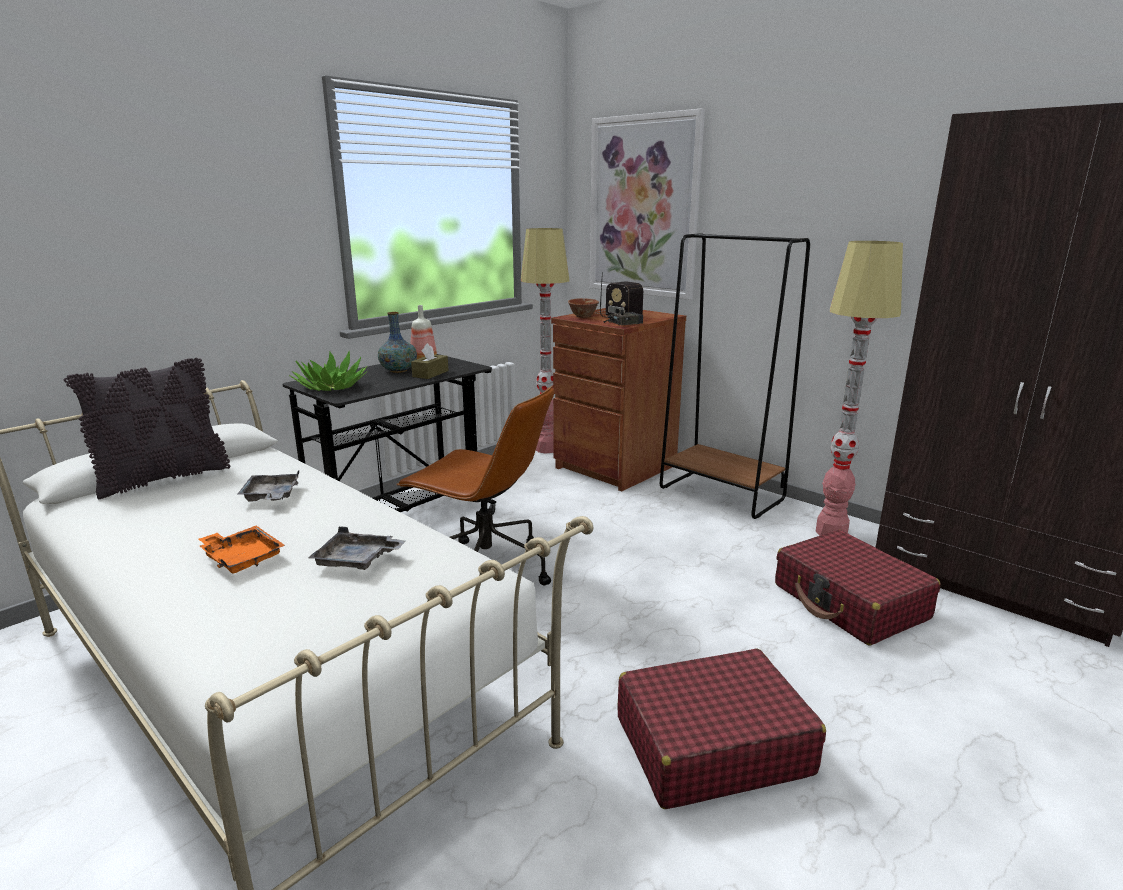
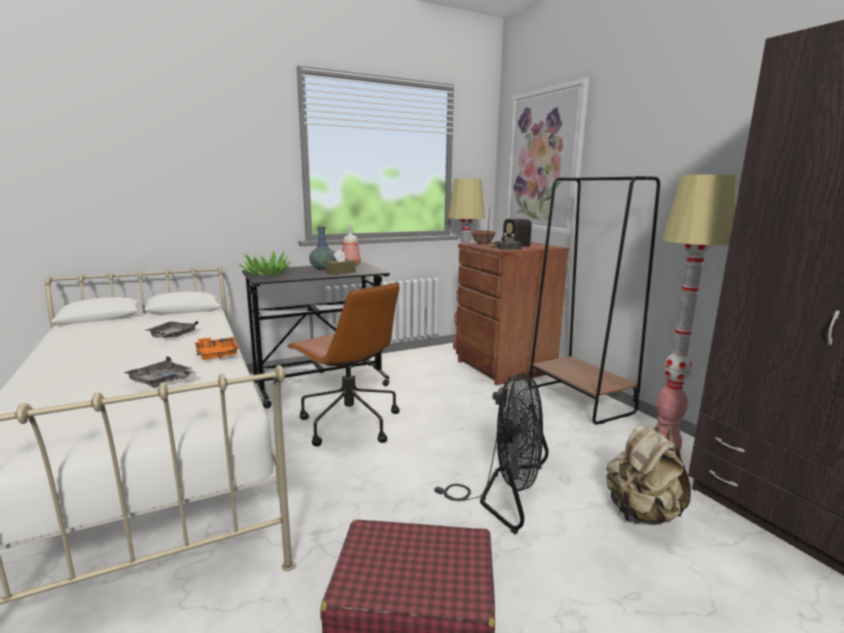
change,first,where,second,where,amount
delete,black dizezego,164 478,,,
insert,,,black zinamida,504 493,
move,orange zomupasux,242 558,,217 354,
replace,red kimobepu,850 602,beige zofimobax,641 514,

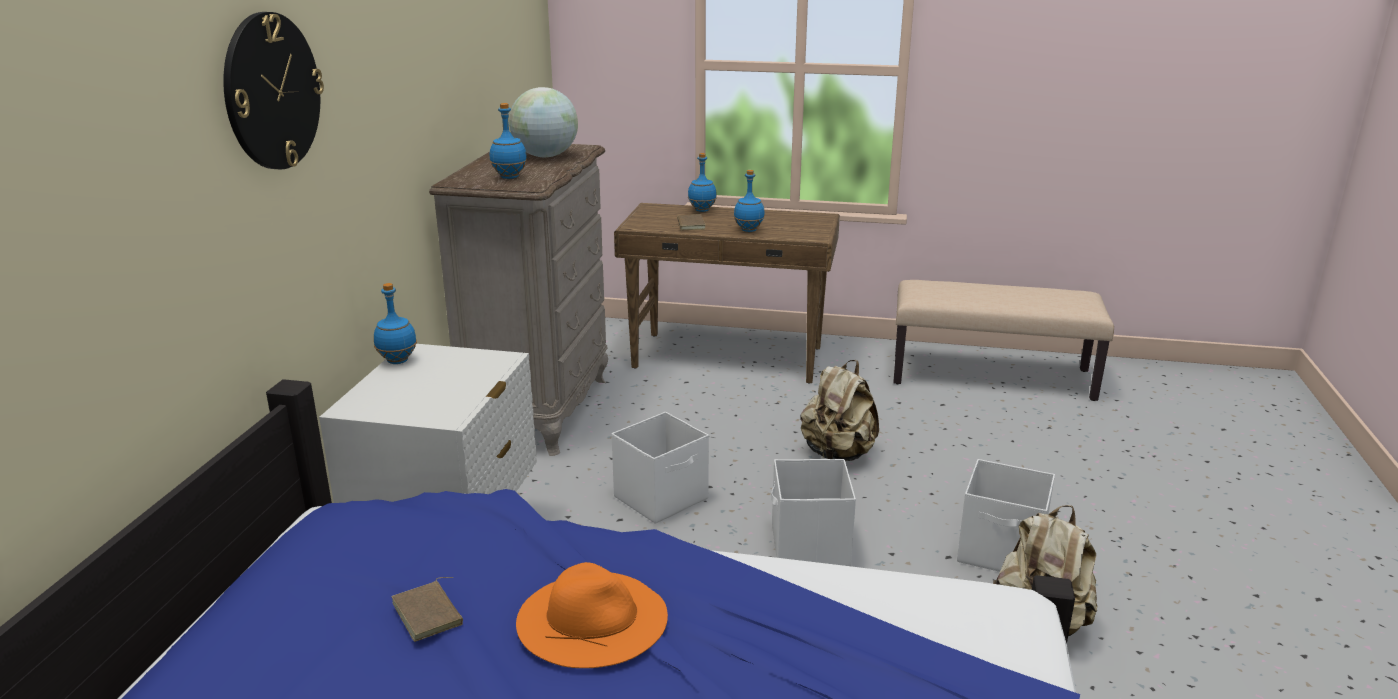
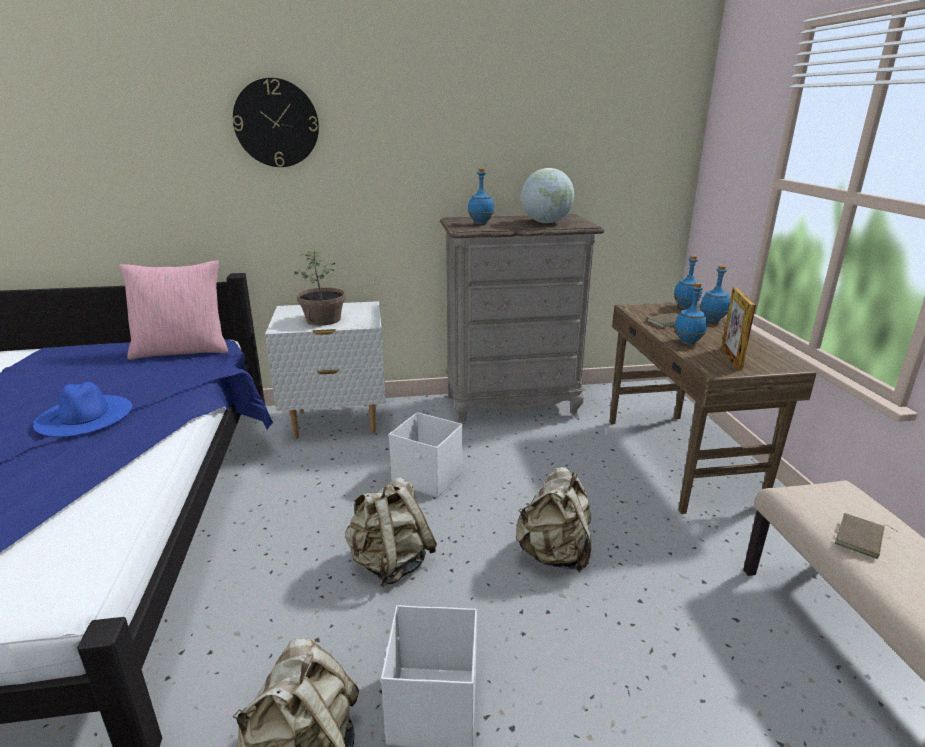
change,first,where,second,where,amount
insert,,,pink dizezego,182 350,
insert,,,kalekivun,324 320,
insert,,,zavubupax,731 358,
move,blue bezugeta,398 361,,685 307,
move,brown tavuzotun,430 613,,861 539,
replace,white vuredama,809 547,beige zofimobax,390 563,
recolor,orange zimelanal,592 618,blue zimelanal,84 415,

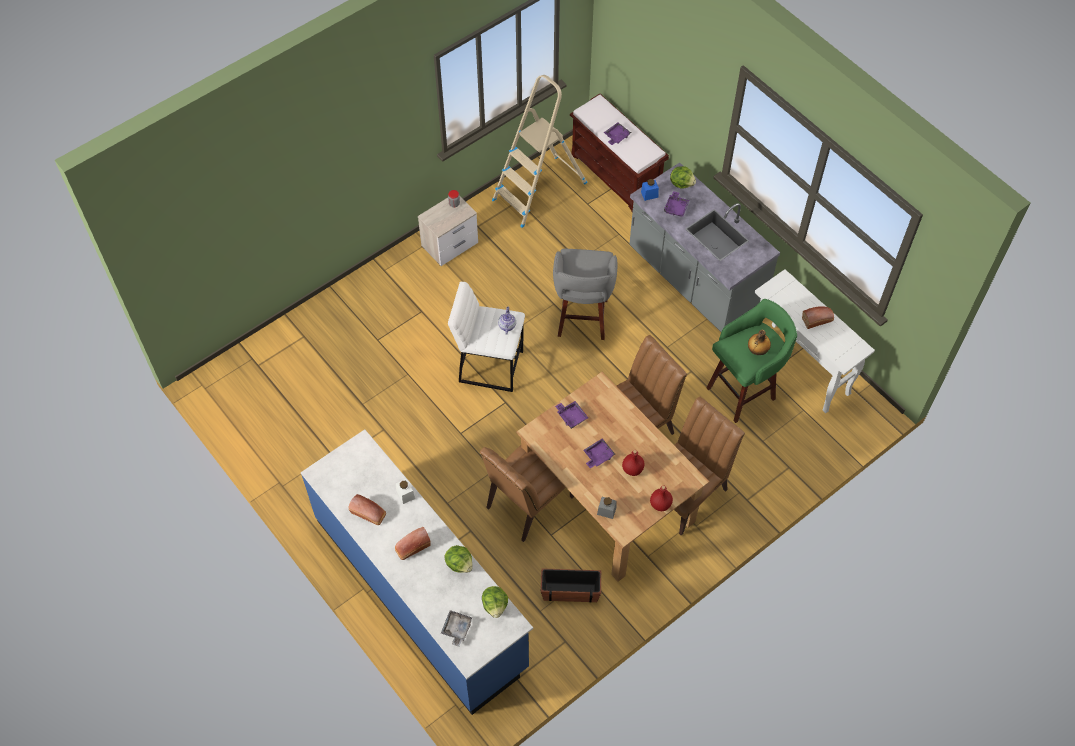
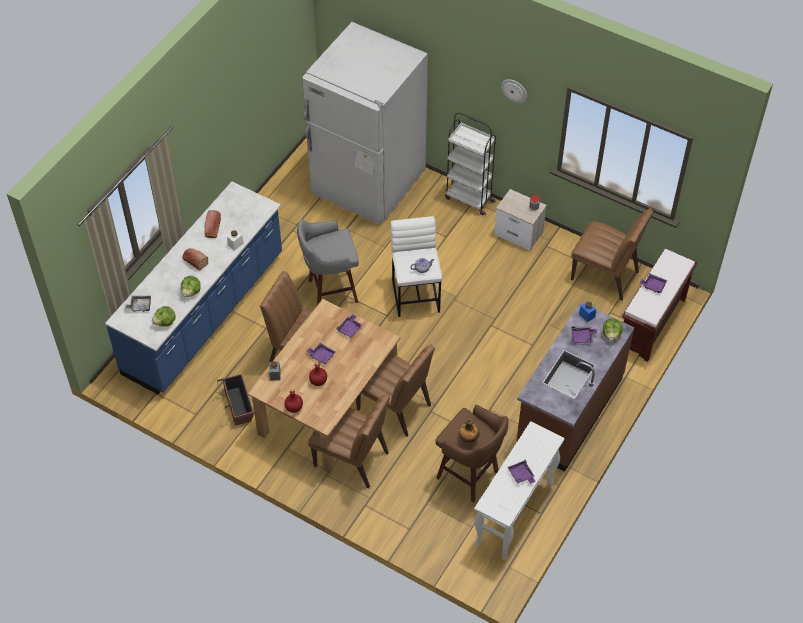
change,first,where,second,where,amount
insert,,,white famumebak,368 182,
insert,,,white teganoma,469 200,
insert,,,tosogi,514 90,
move,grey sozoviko,582 320,,330 292,
replace,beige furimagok,539 191,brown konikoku,604 275,
replace,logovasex,818 320,purple zomupasux,521 475,
recolor,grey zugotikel,694 281,brown zugotikel,568 411,
recolor,green sozoviko,743 392,brown sozoviko,469 477,

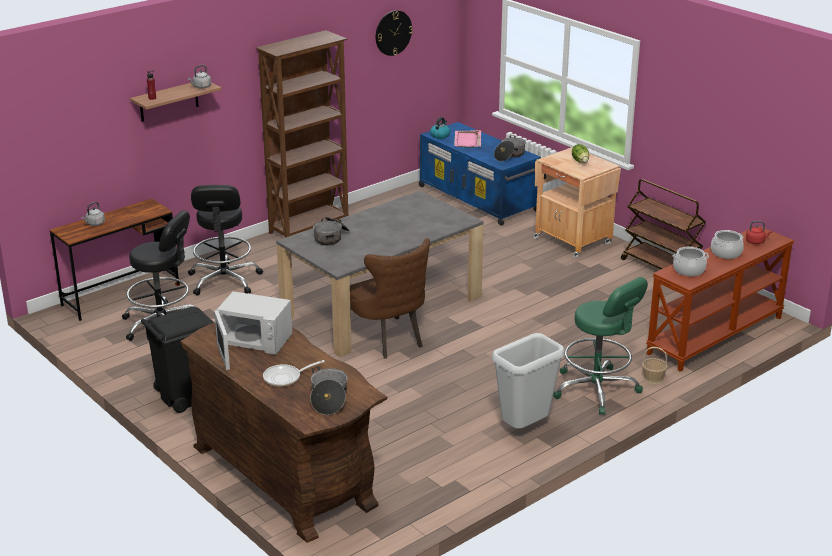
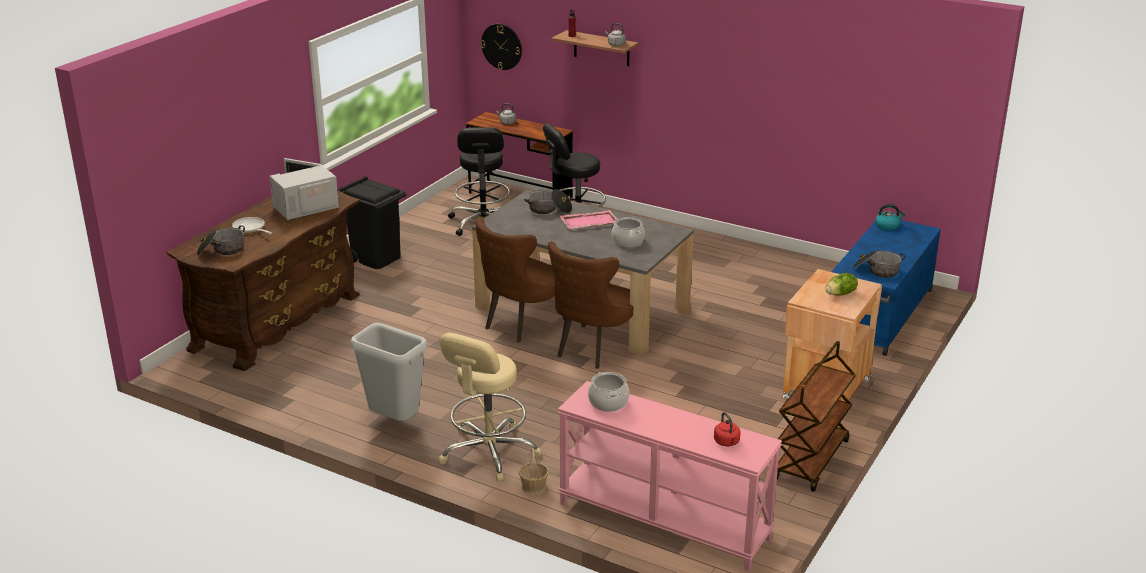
change,first,where,second,where,amount
delete,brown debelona,310 227,,,
insert,,,brown konikoku,592 348,
move,tosogi,393 32,,501 46,
move,pink zomupasux,467 140,,589 222,
move,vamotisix,726 253,,627 241,
recolor,green sozoviko,596 390,beige sozoviko,488 453,
recolor,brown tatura,716 336,pink tatura,662 521,
rotate,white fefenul,252 341,,306 206,60 degrees clockwise

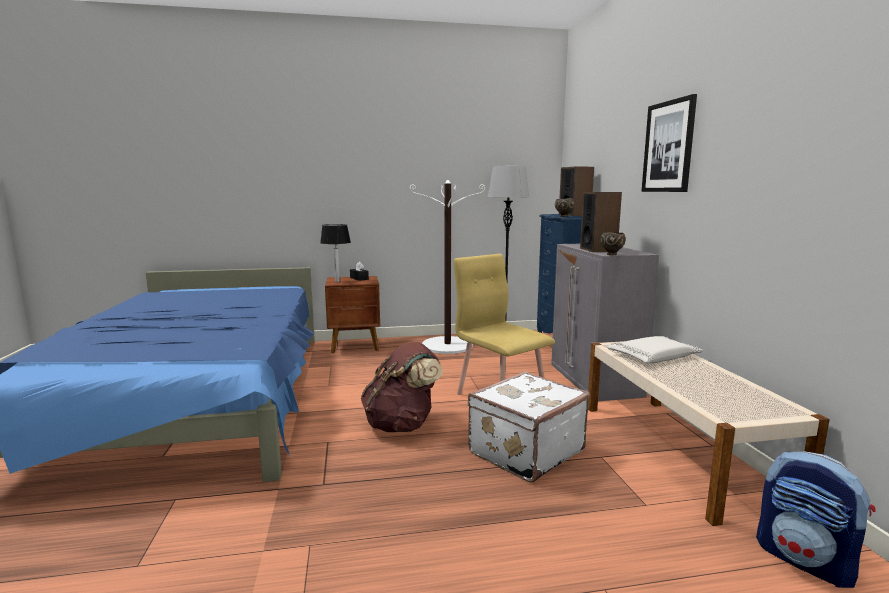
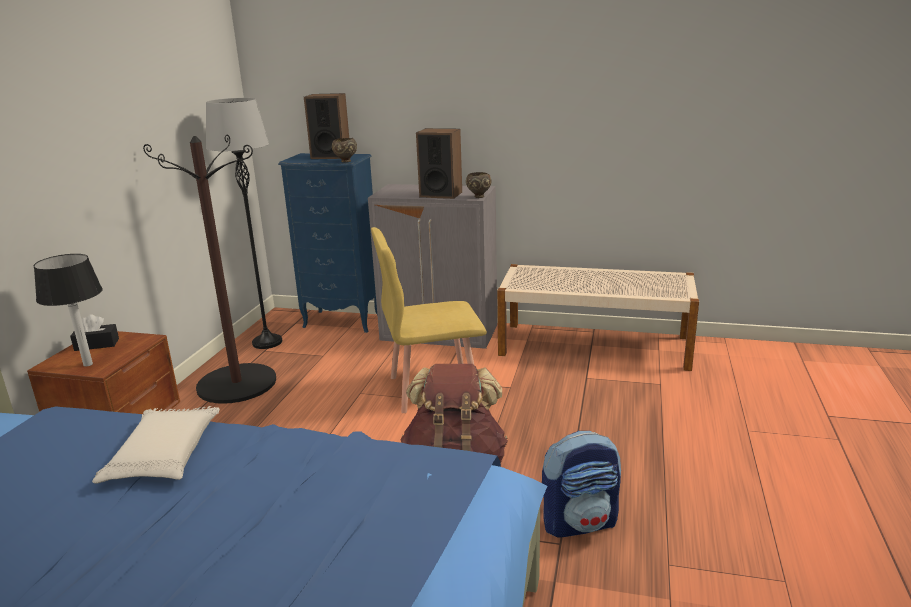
change,first,where,second,where,amount
delete,white kimobepu,524 451,,,
delete,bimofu,668 147,,,
move,white dizezego,654 355,,164 451,
move,zofimobax,806 560,,580 522,
recolor,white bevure,447 345,black bevure,237 383,

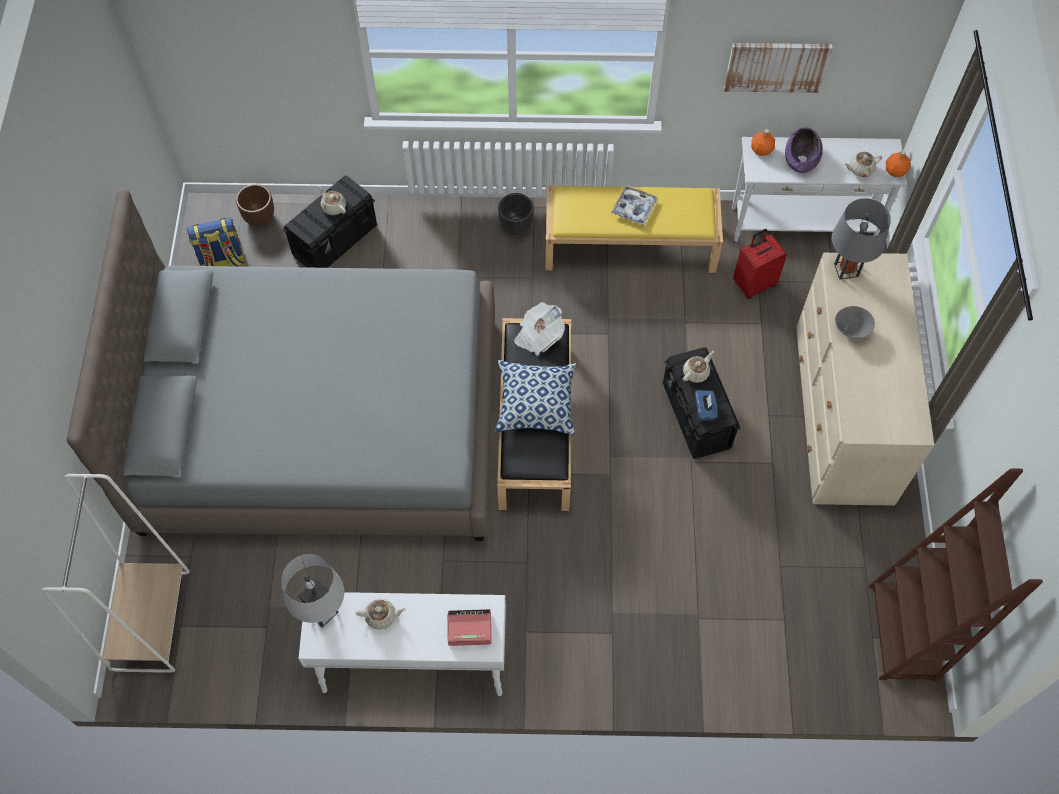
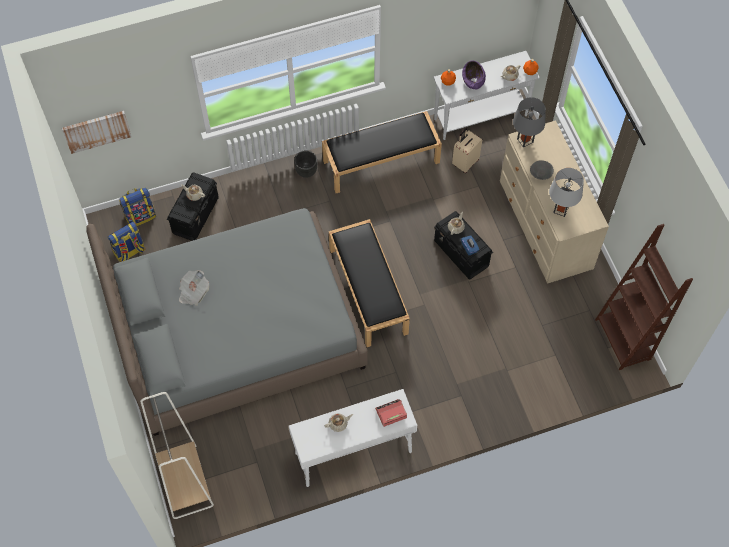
change,first,where,second,where,amount
delete,dizezego,535 403,,,
delete,zomupasux,634 208,,,
move,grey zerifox,323 612,,561 209,
move,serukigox,538 335,,193 292,
move,bimofu,776 66,,97 131,
replace,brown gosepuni,260 217,zofimobax,140 216,
recolor,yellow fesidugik,631 244,black fesidugik,381 161,
recolor,red kimobepu,754 283,beige kimobepu,465 162,

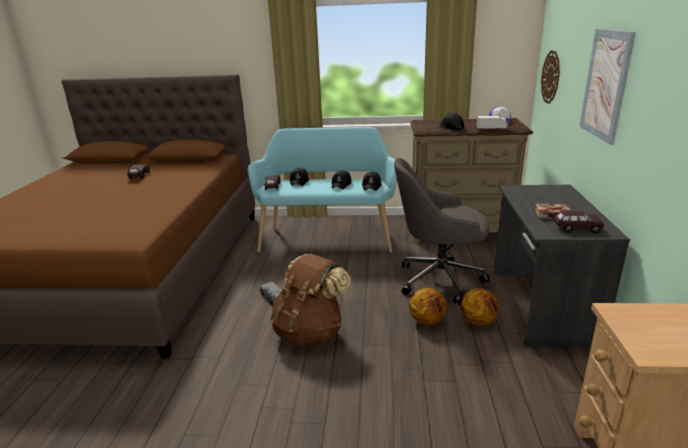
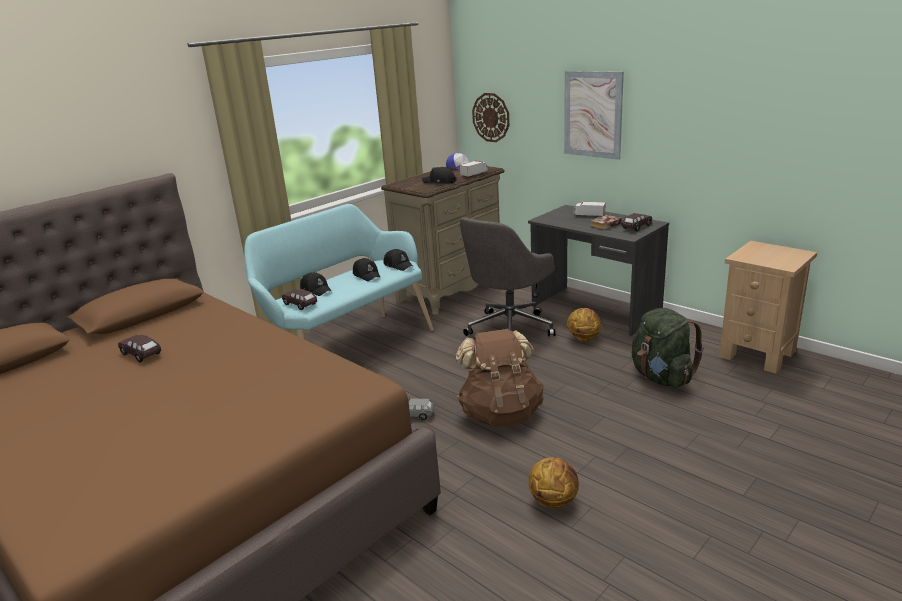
change,first,where,second,where,amount
insert,,,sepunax,588 215,
insert,,,green zofimobax,661 377,
move,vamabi,428 321,,554 500,

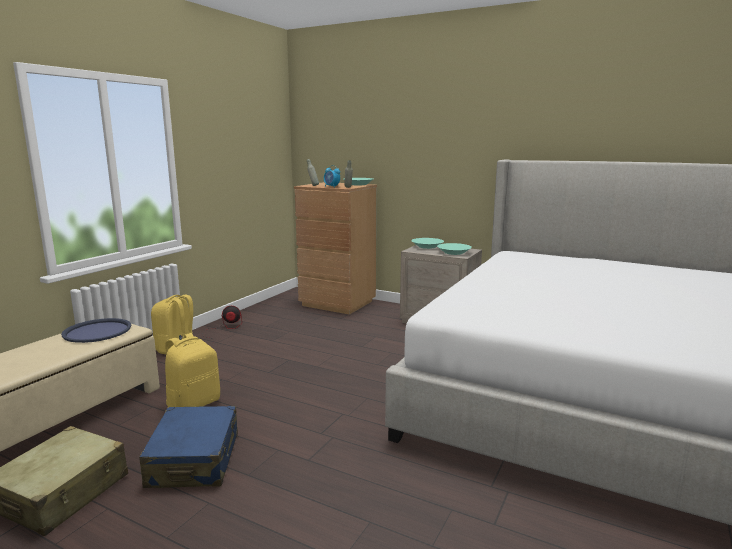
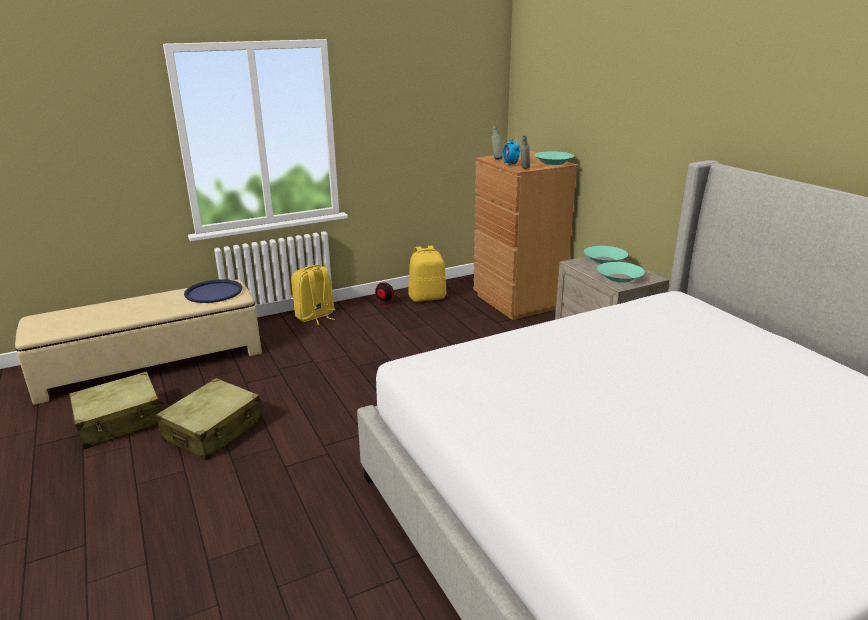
change,first,where,second,where,amount
move,yellow zofimobax,194 404,,427 297,
recolor,blue kimobepu,194 460,beige kimobepu,214 430,

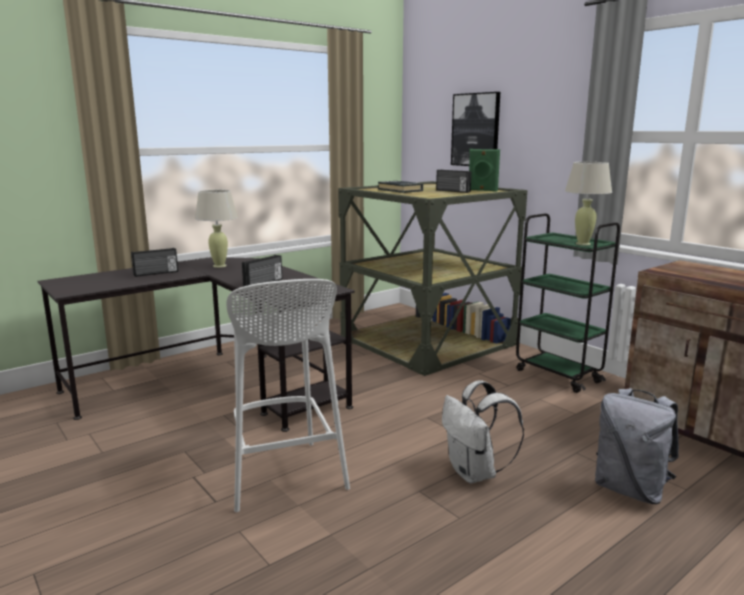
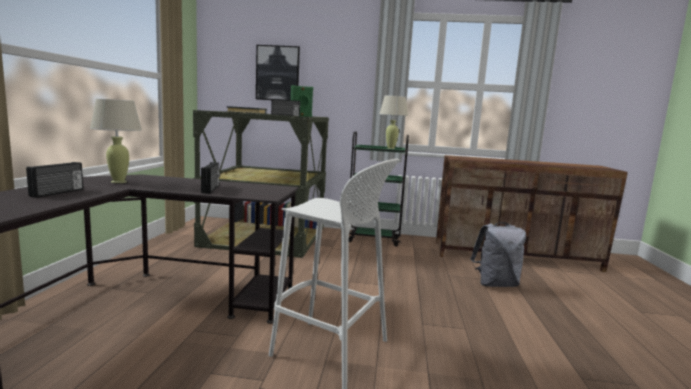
change,first,where,second,where,amount
delete,white zofimobax,475 473,,,

